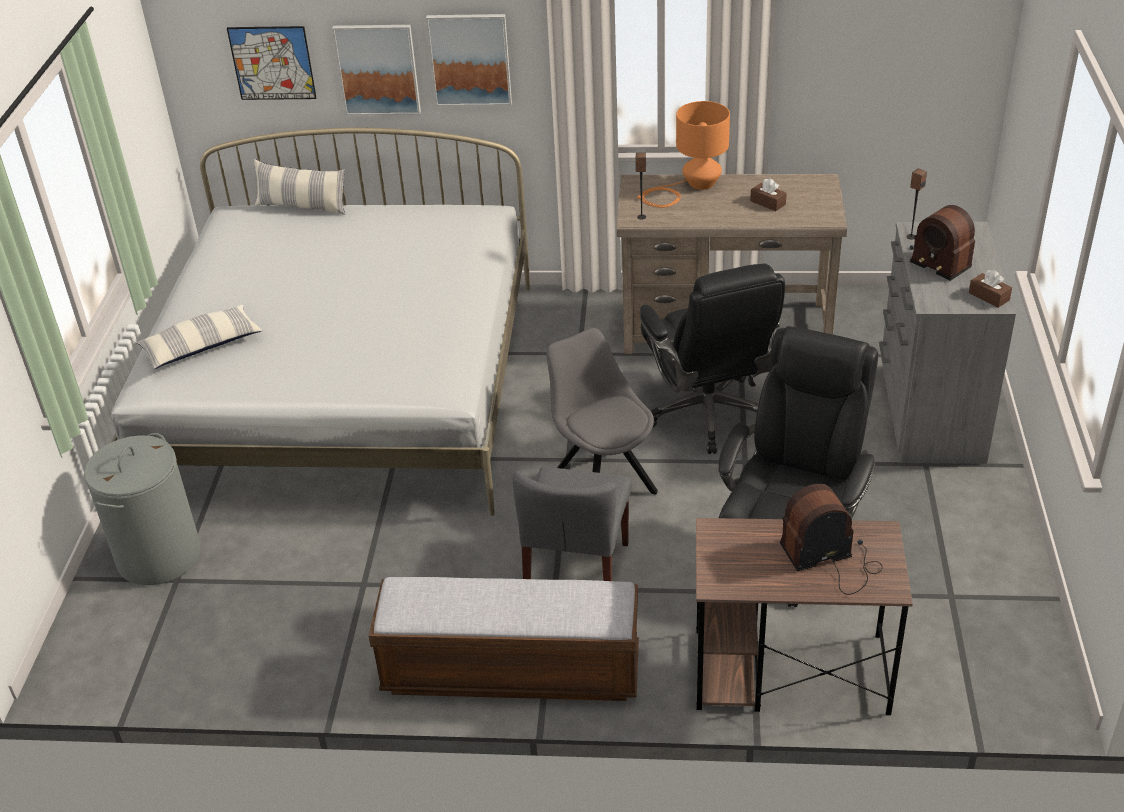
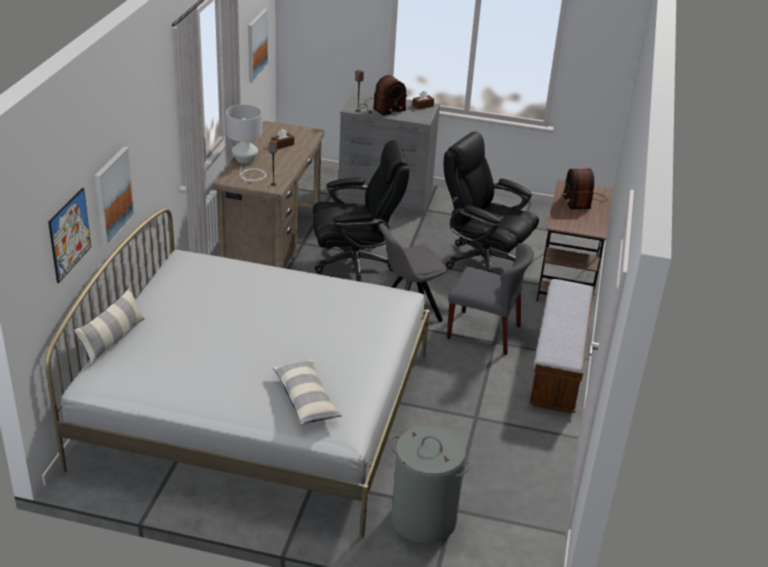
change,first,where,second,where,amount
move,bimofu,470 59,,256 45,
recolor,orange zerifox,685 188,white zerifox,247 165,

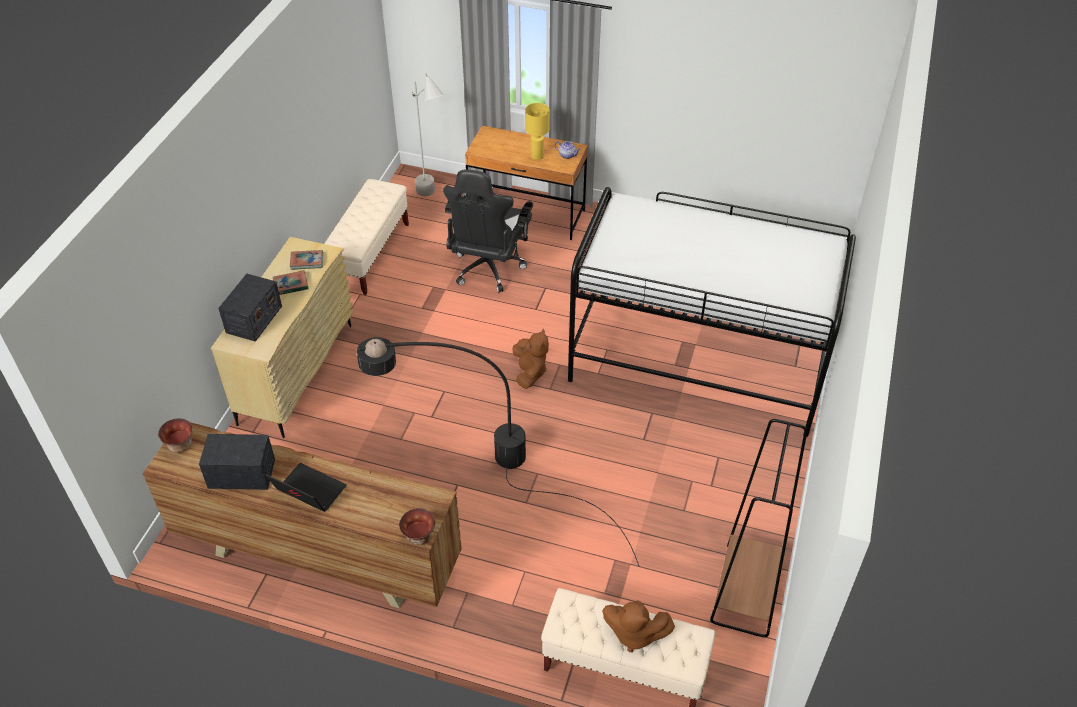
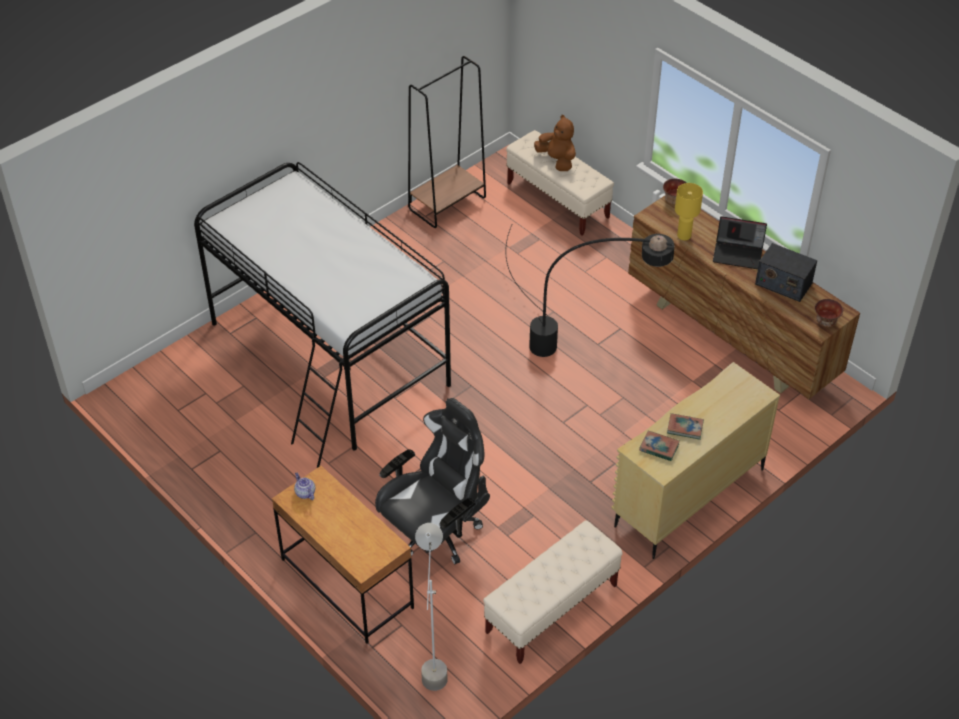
change,first,where,second,where,amount
delete,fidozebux,254 319,,,
delete,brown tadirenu,530 372,,,
move,yellow zerifox,537 156,,683 236,
rotate,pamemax,308 491,,738 253,45 degrees counterclockwise

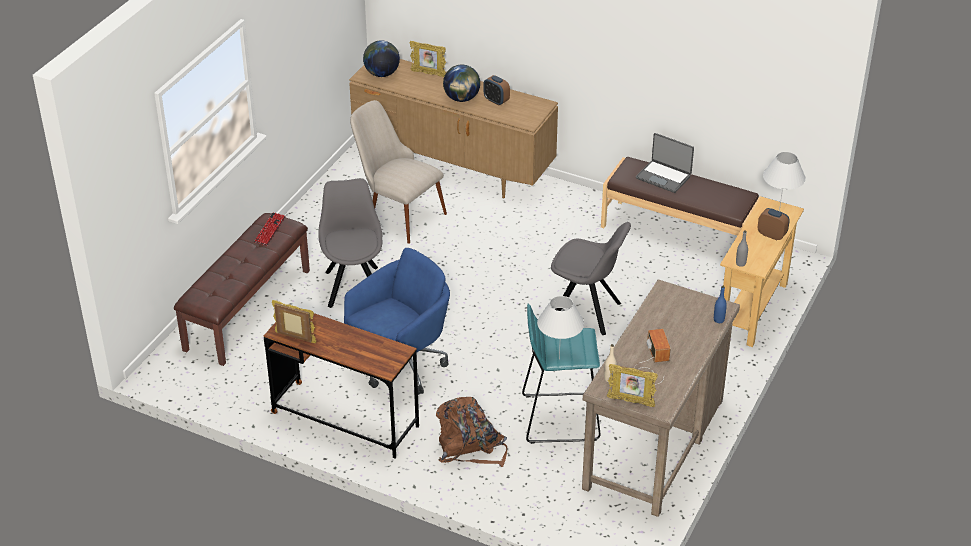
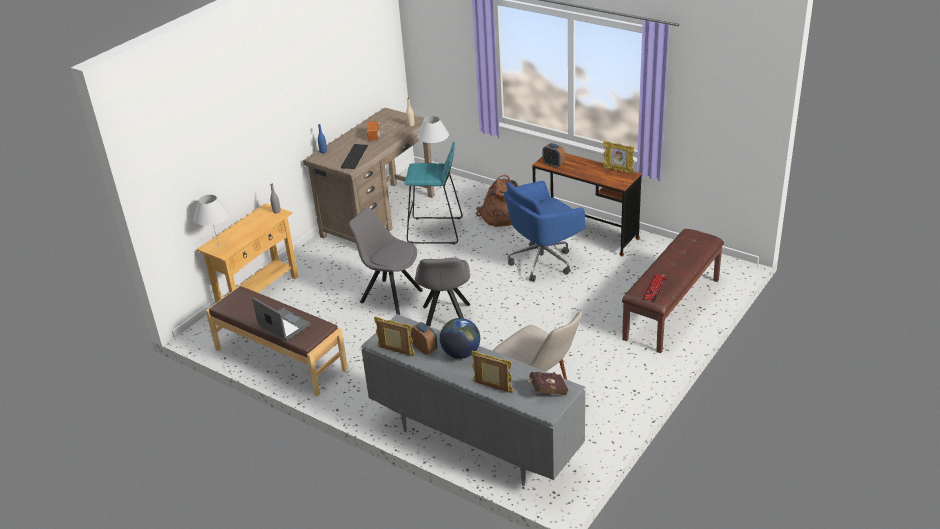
change,first,where,second,where,amount
insert,,,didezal,353 156,
move,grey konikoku,354 286,,446 320,
move,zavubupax,630 401,,395 352,
move,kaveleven,772 235,,553 164,
replace,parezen,381 74,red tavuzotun,546 391,
recolor,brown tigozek,453 169,grey tigozek,475 442,

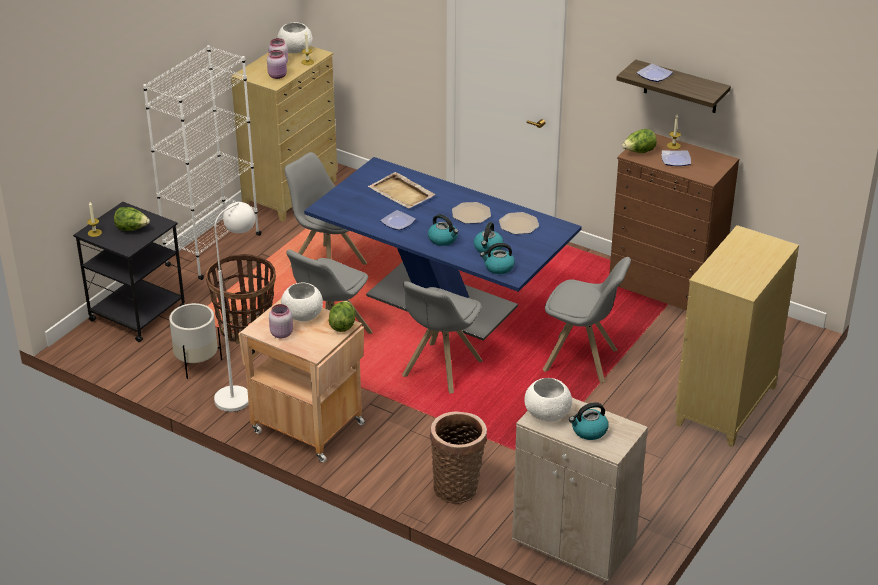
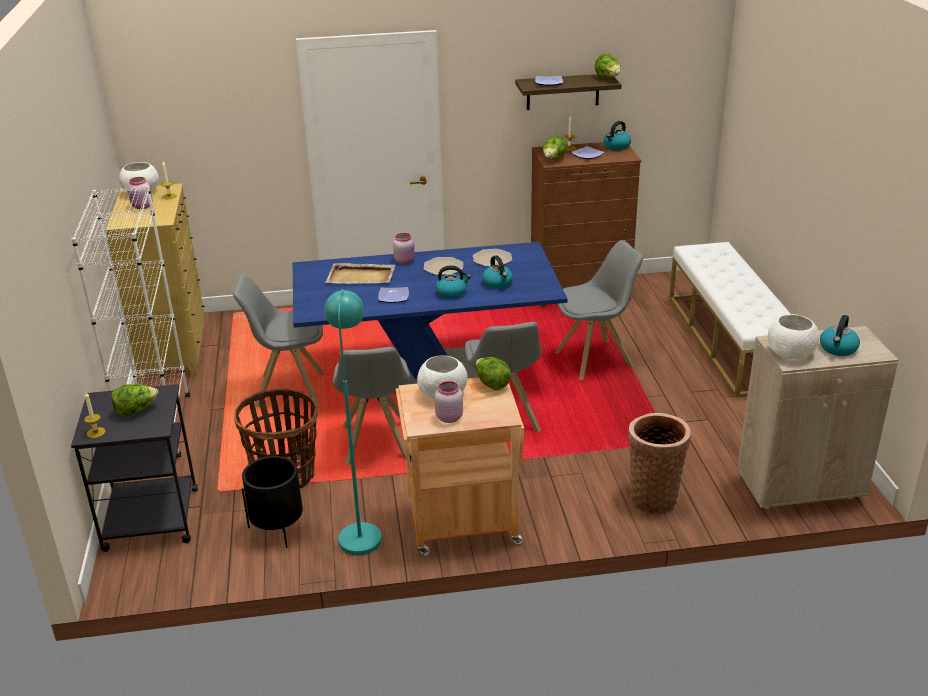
change,first,where,second,where,amount
insert,,,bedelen,608 78,
move,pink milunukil,278 76,,405 261,
move,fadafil,498 267,,616 146,
replace,beige tigozek,723 405,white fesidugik,729 341,
recolor,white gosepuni,197 363,black gosepuni,278 529,
recolor,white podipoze,241 394,turquoise podipoze,361 531,

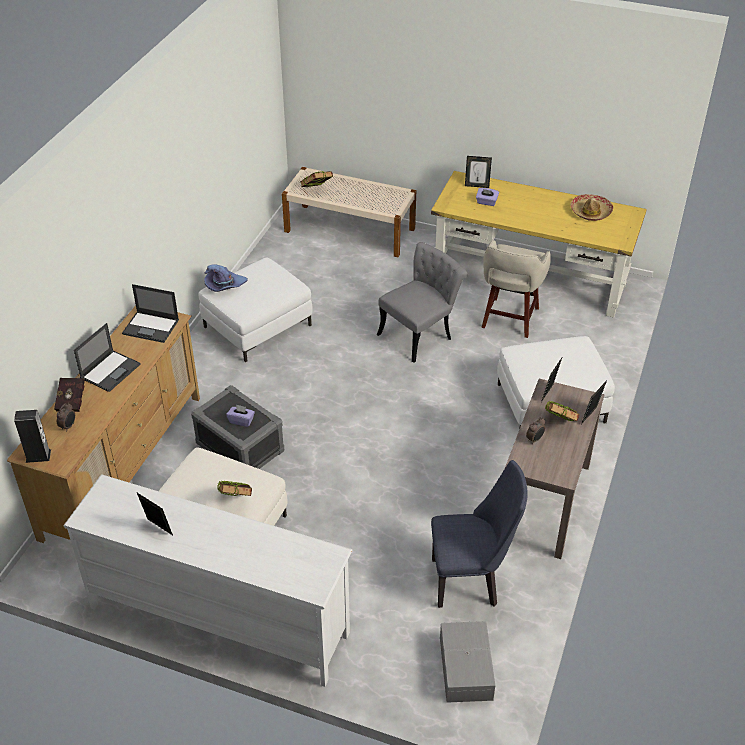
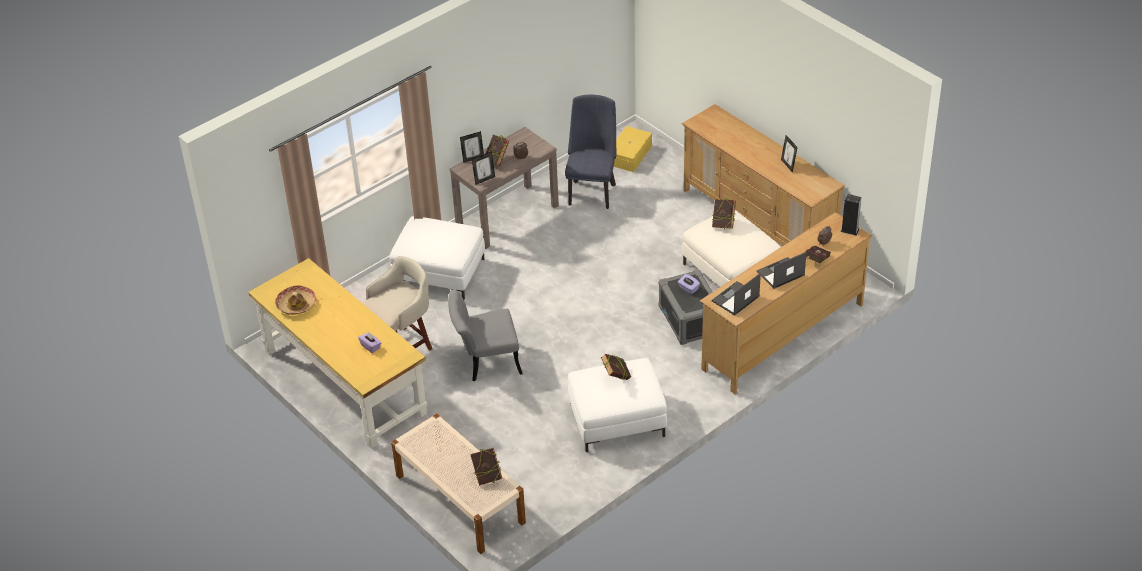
change,first,where,second,where,amount
delete,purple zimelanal,224 285,,,
delete,zavubupax,477 185,,,
insert,,,tavuzotun,616 377,
recolor,white tigozek,219 619,brown tigozek,758 222,
recolor,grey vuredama,464 669,yellow vuredama,630 155,
rotate,pamemax,151 327,,735 299,90 degrees counterclockwise
rotate,blue konikoku,471 580,,592 191,75 degrees clockwise

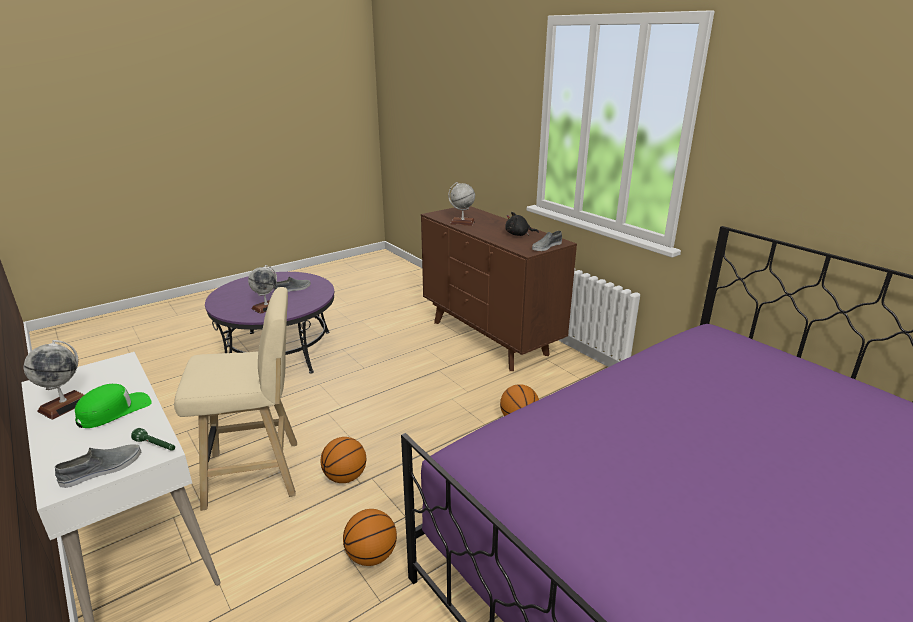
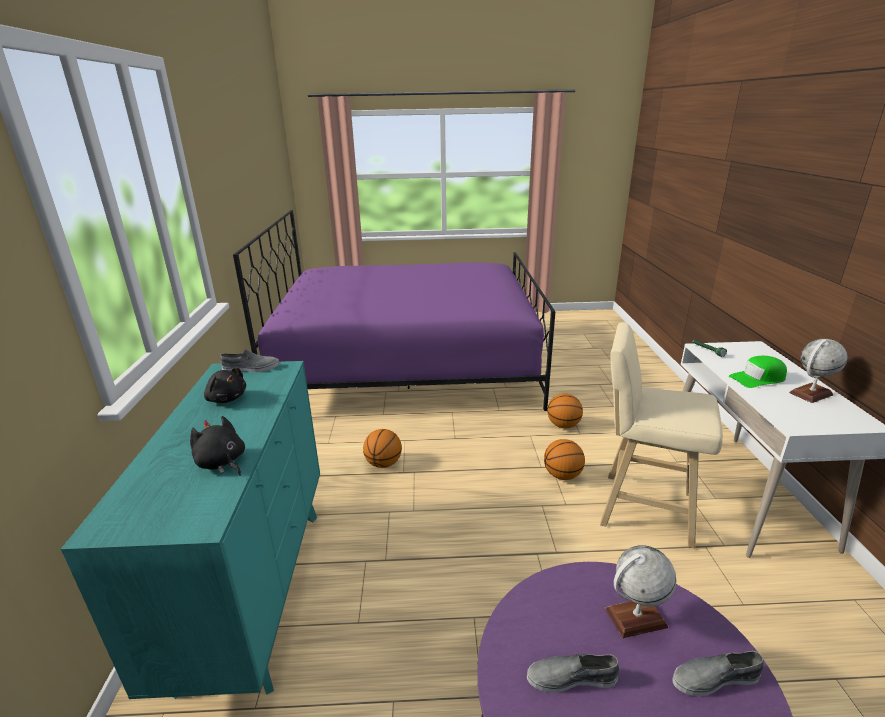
change,first,where,second,where,amount
move,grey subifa,102 469,,714 678,
replace,parezen,462 222,black tadirenu,222 463,
recolor,brown tigozek,489 337,turquoise tigozek,255 591,

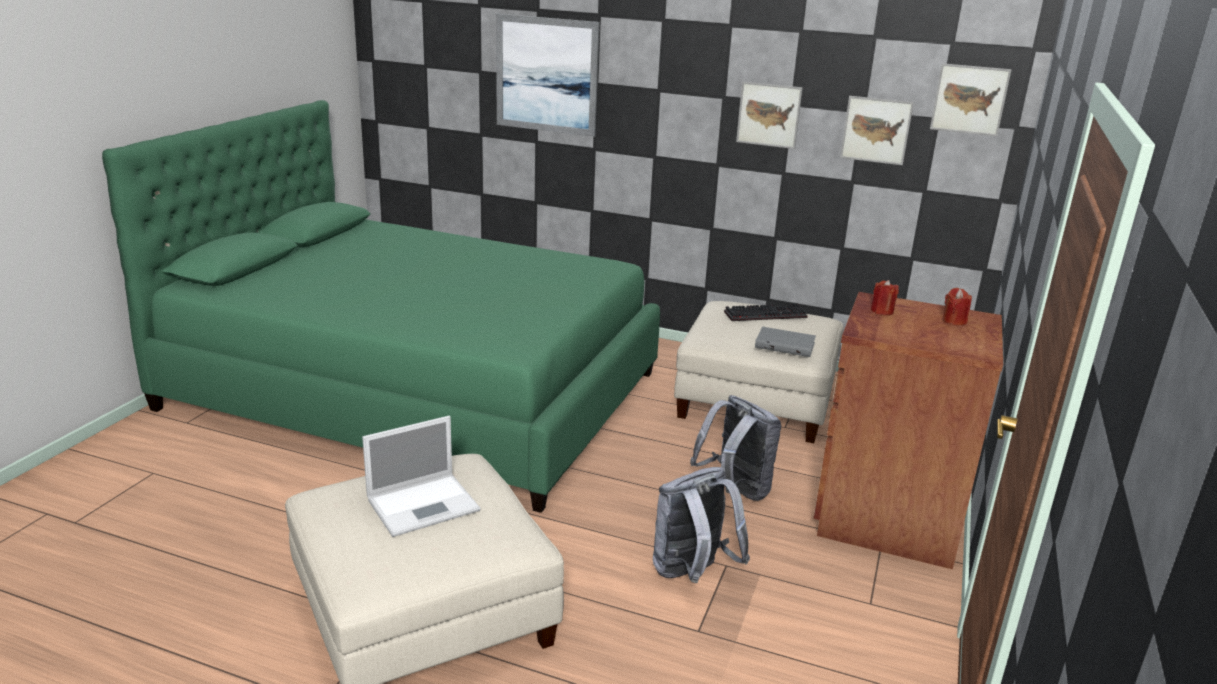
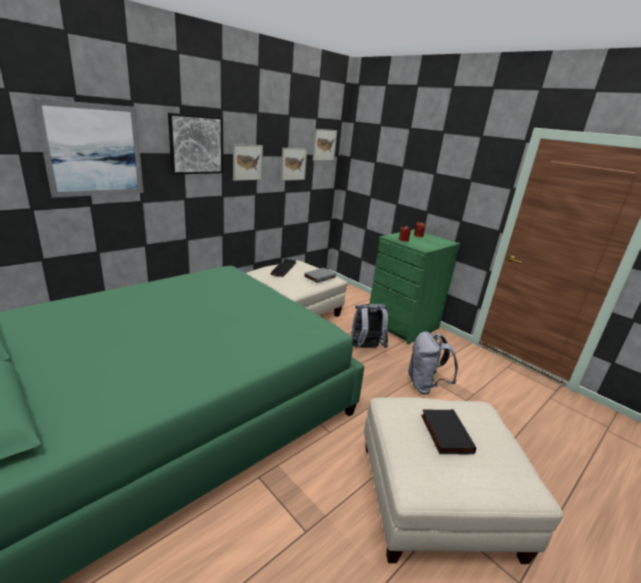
change,first,where,second,where,amount
insert,,,bimofu,196 144,
replace,pamemax,425 504,black tavuzotun,444 433,
recolor,brown tigozek,887 519,green tigozek,403 325,

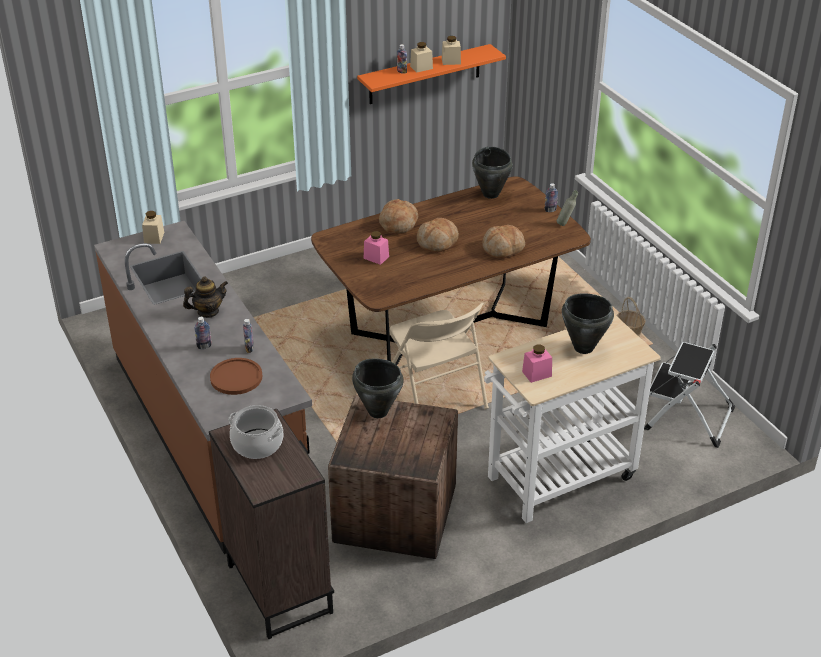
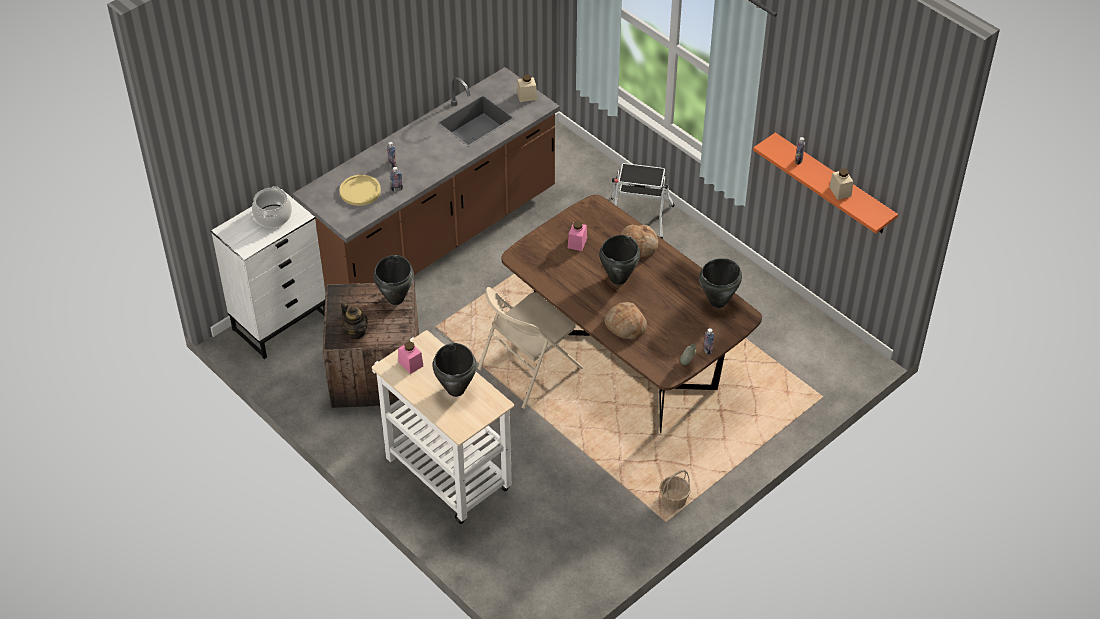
change,first,where,second,where,amount
delete,beige milunukil,421 67,,,
move,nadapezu,208 312,,355 332,
move,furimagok,687 415,,638 220,
replace,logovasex,437 242,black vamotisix,618 279,
recolor,brown tigozek,279 588,white tigozek,281 323,
recolor,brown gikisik,236 377,yellow gikisik,360 191,

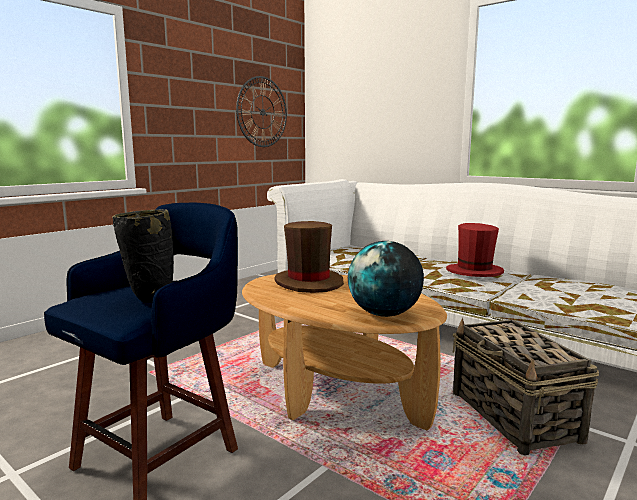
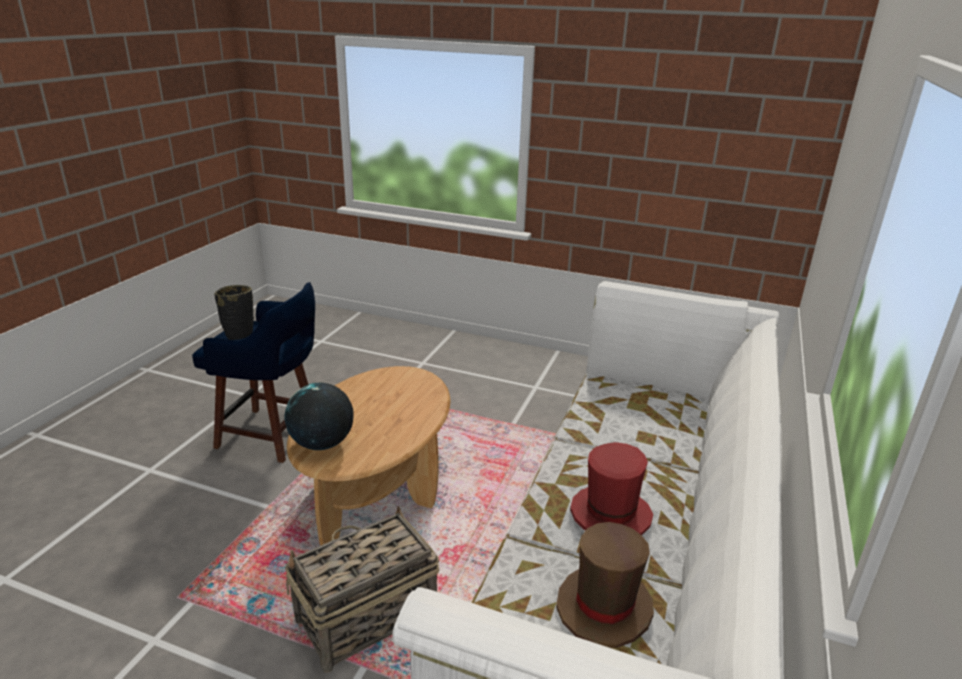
change,first,where,second,where,amount
delete,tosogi,262 112,,,
move,brown zimelanal,309 282,,604 607,

